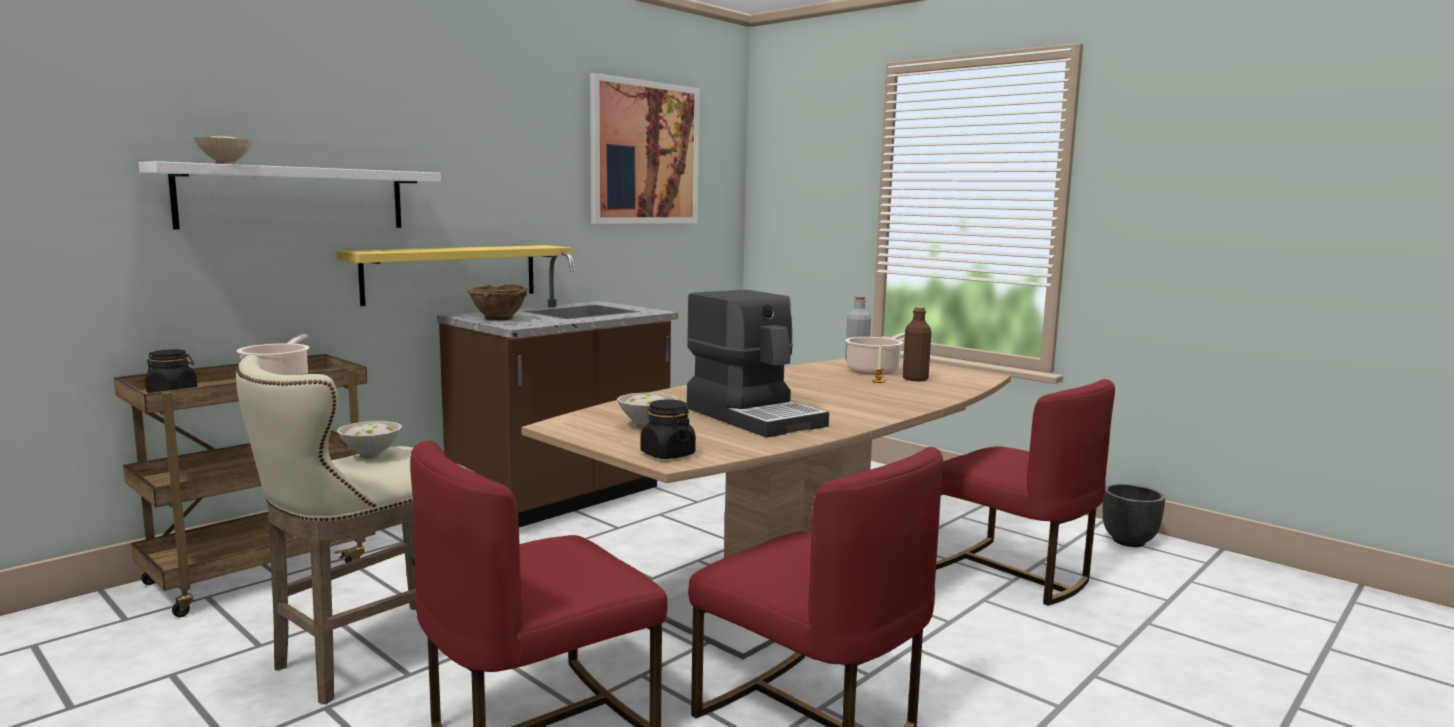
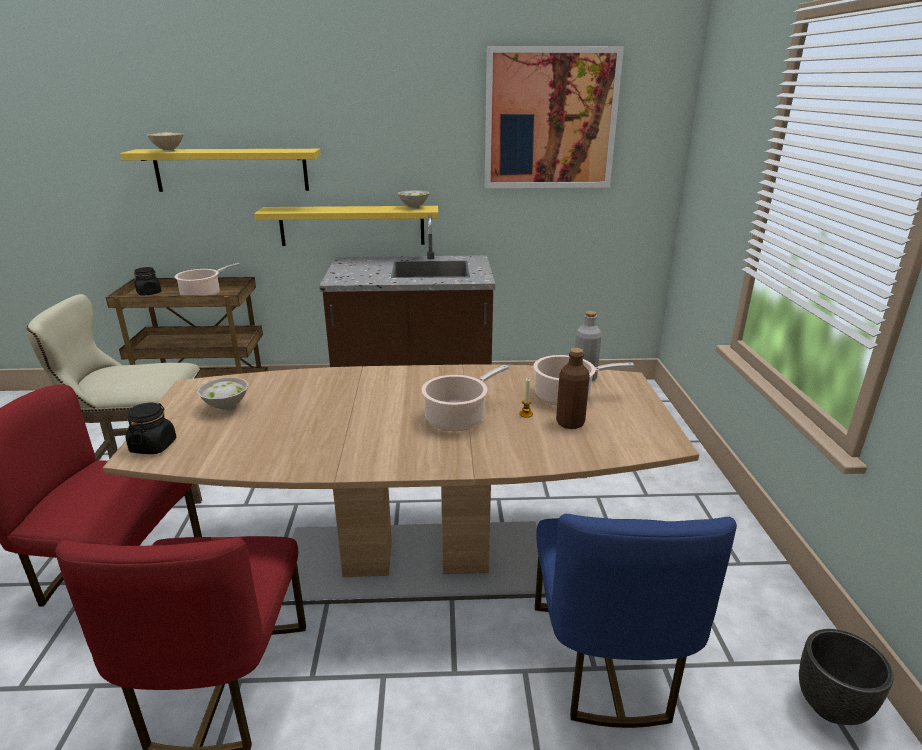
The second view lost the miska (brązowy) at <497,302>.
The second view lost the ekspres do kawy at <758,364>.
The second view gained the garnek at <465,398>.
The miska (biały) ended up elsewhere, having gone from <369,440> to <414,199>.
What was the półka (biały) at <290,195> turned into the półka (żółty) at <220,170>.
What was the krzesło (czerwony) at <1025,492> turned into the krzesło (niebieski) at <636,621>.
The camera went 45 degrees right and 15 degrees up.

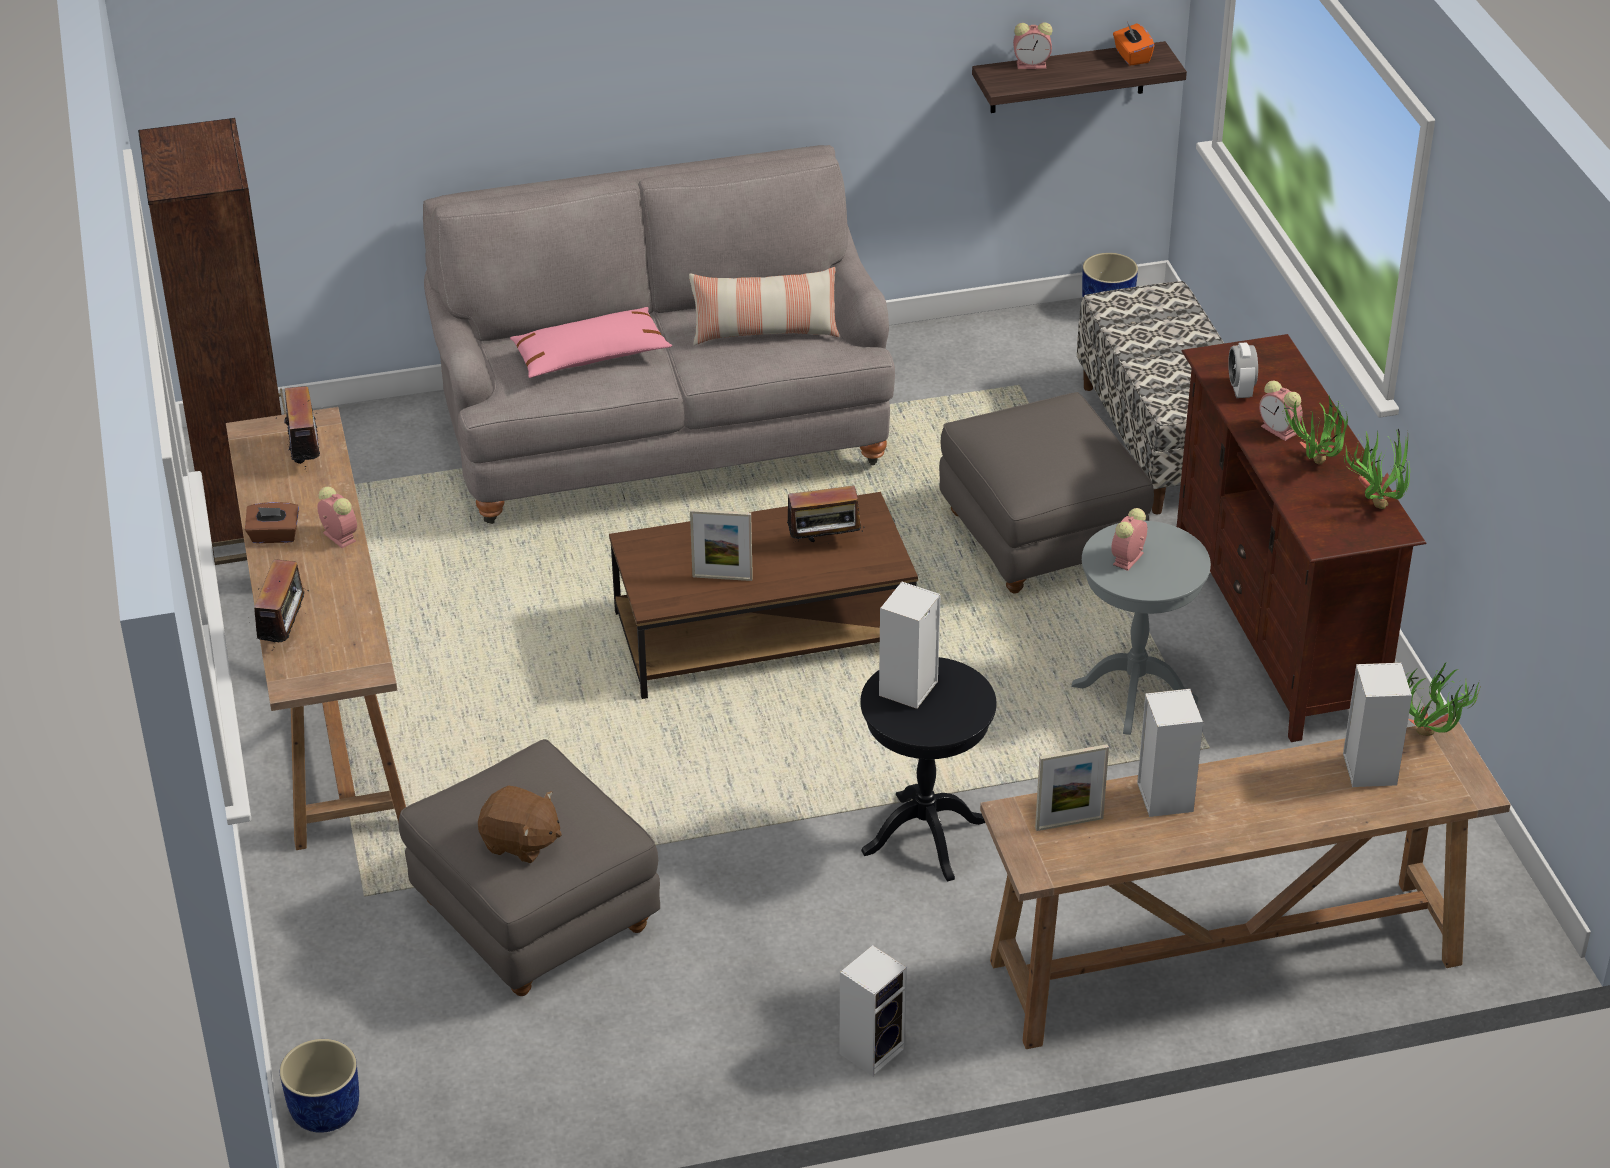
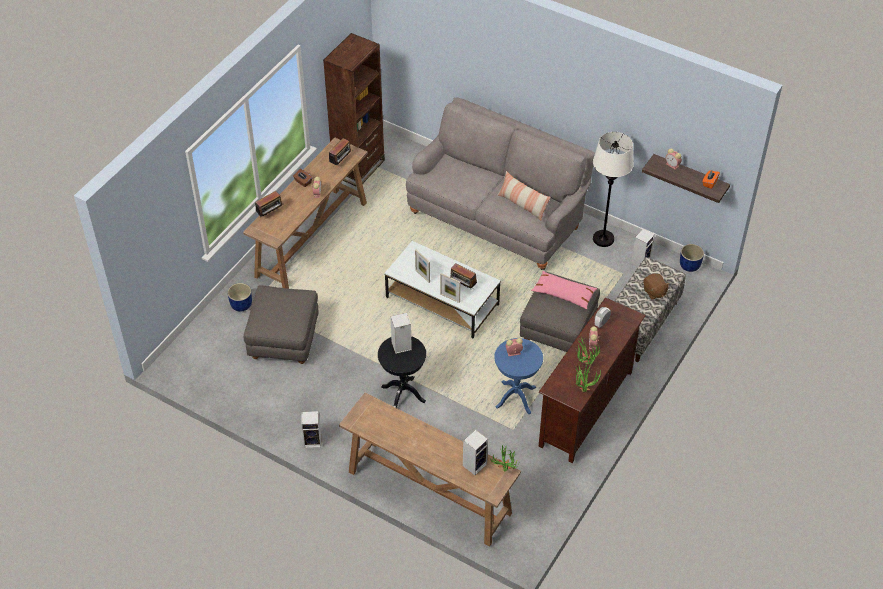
The second view gained the lampa stojąca (biały) at <613,189>.
The donica (niebieski) ended up elsewhere, having gone from <319,1086> to <240,297>.
The pluszak (brązowy) ended up elsewhere, having gone from <520,824> to <656,287>.
The poduszka (różowy) ended up elsewhere, having gone from <591,342> to <564,290>.
The ramka na zdjęcie ended up elsewhere, having gone from <1072,787> to <450,288>.
The głośnik ended up elsewhere, having gone from <1170,753> to <643,247>.
What was the ława (brązowy) at <763,595> turned into the ława (biały) at <442,289>.
What was the stolik (szary) at <1141,628> turned into the stolik (niebieski) at <518,376>.
The camera went 45 degrees right and 10 degrees up.

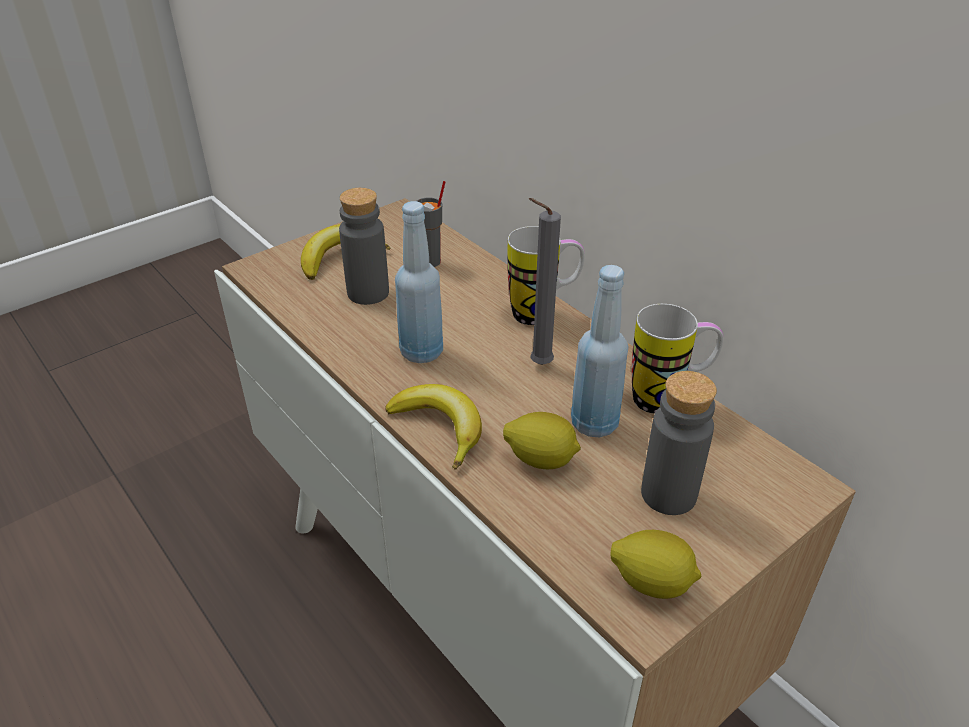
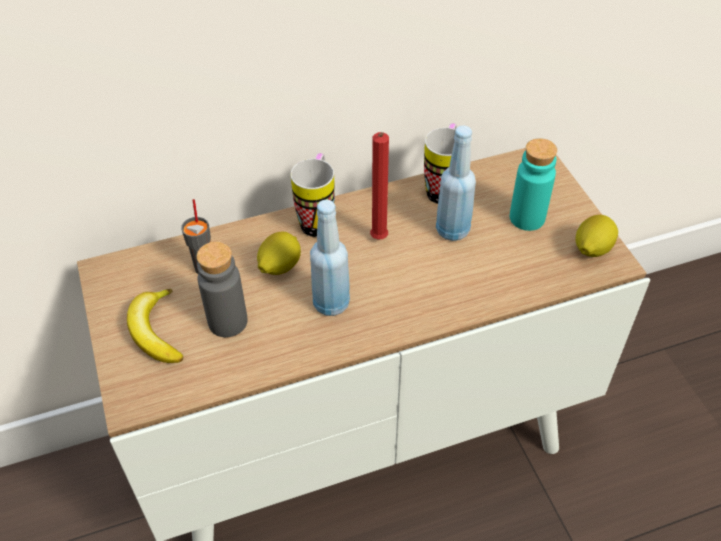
The second view lost the banan at <433,427>.
The cytryna ended up elsewhere, having gone from <542,440> to <279,253>.
What was the świeca (szary) at <545,281> turned into the świeca (czerwony) at <379,185>.
What was the butelka (szary) at <679,443> turned into the butelka (turkusowy) at <533,184>.
The camera went 70 degrees left and 10 degrees up.

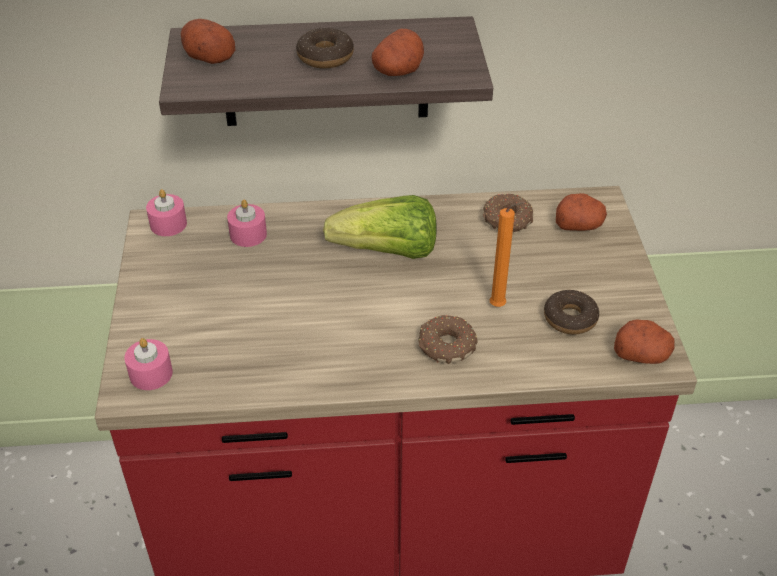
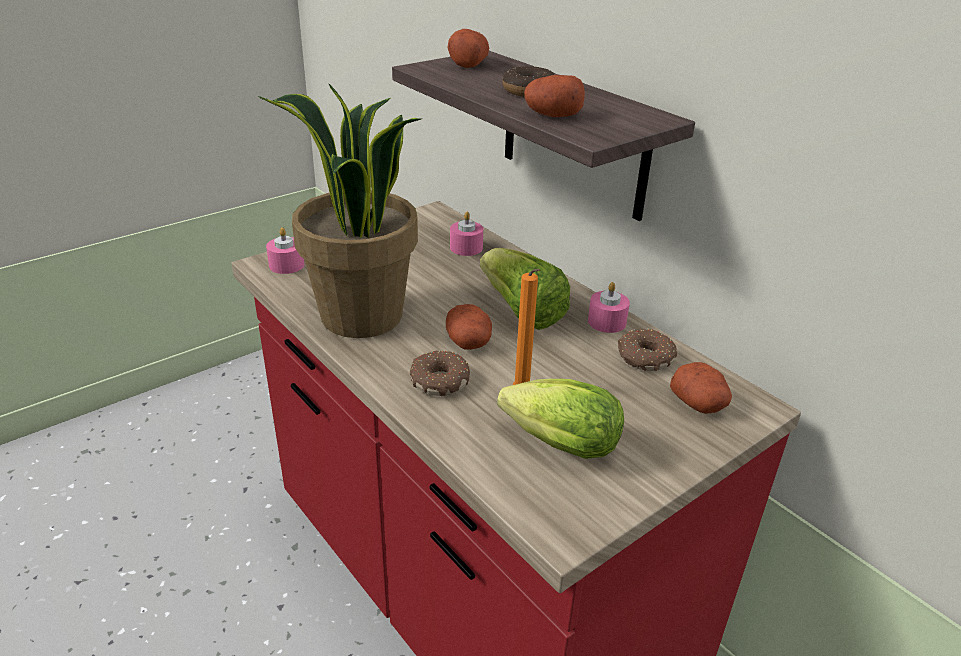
The second view gained the roślina doniczkowa at <339,210>.
The świeca (różowy) ended up elsewhere, having gone from <166,212> to <609,307>.
The ziemniak ended up elsewhere, having gone from <644,341> to <469,327>.
Where the donut stood at <571,312>, the sałata came to stand at <560,419>.
The camera went 55 degrees right and 10 degrees down.

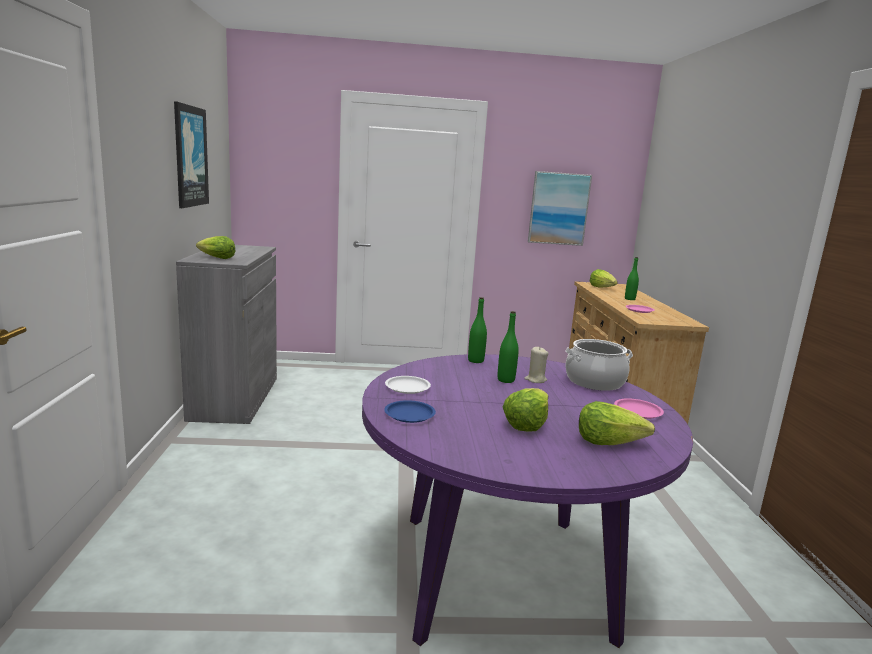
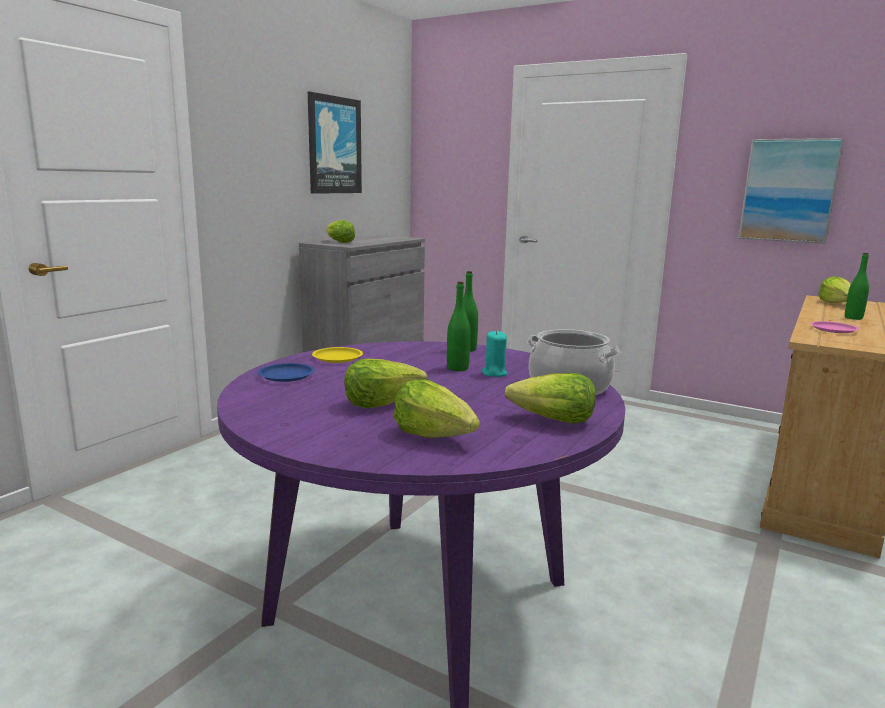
Where the talerz (różowy) stood at <639,408>, the sałata came to stand at <550,398>.
What was the talerz (biały) at <408,385> turned into the talerz (żółty) at <337,355>.
What was the świeca (beżowy) at <536,365> turned into the świeca (turkusowy) at <494,353>.
The camera went 35 degrees right and 0 degrees up.

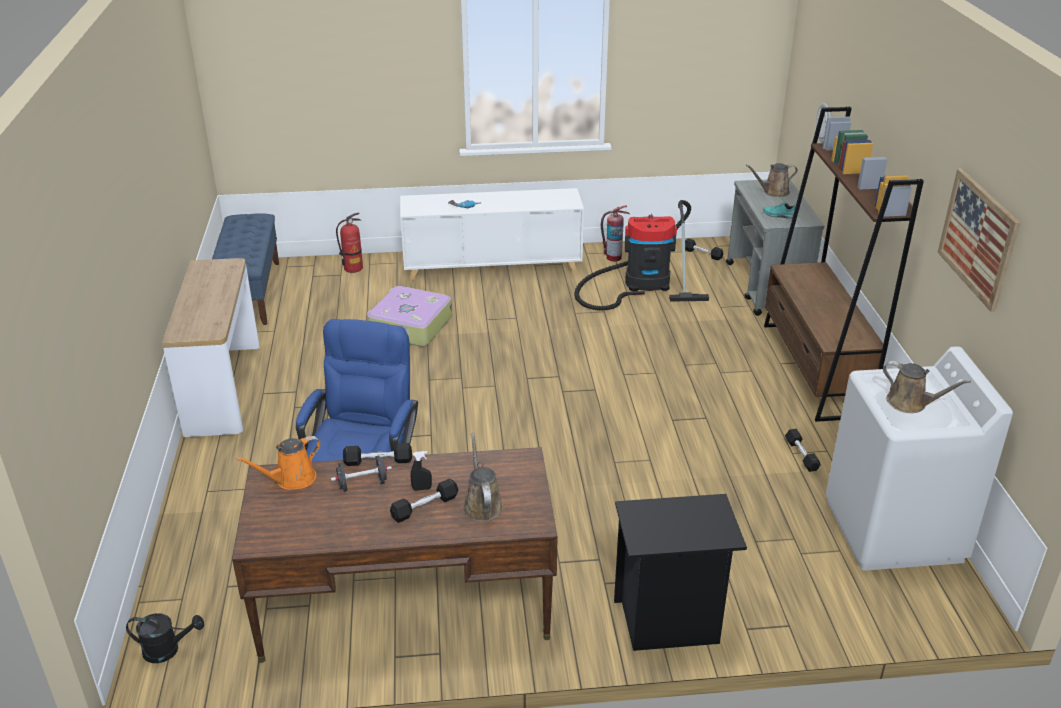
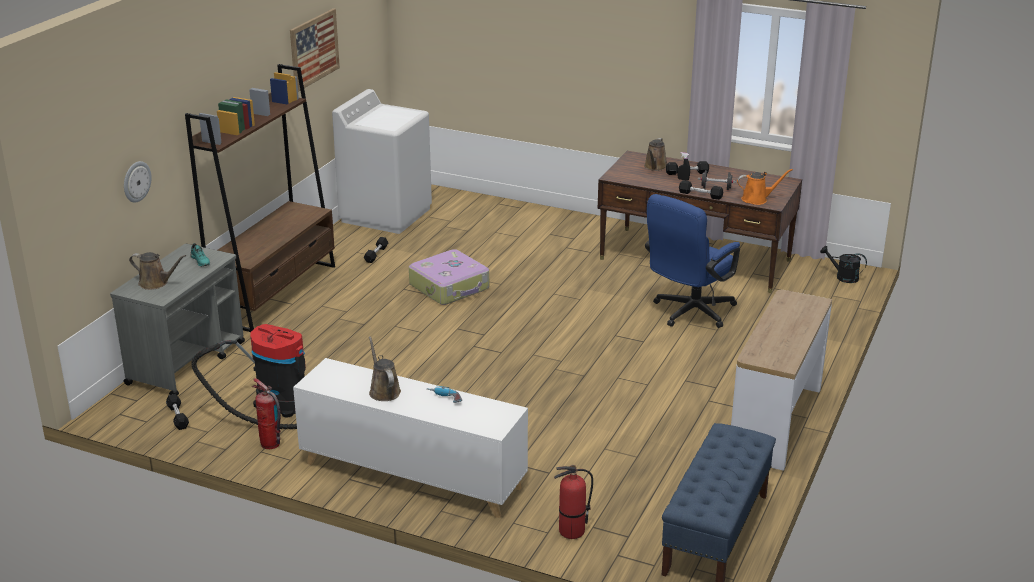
The second view lost the szafka nocna (czarny) at <680,572>.
The walizka ended up elsewhere, having gone from <409,316> to <449,277>.
The konewka (brązowy) ended up elsewhere, having gone from <927,387> to <385,368>.
The camera went 150 degrees left and 5 degrees down.

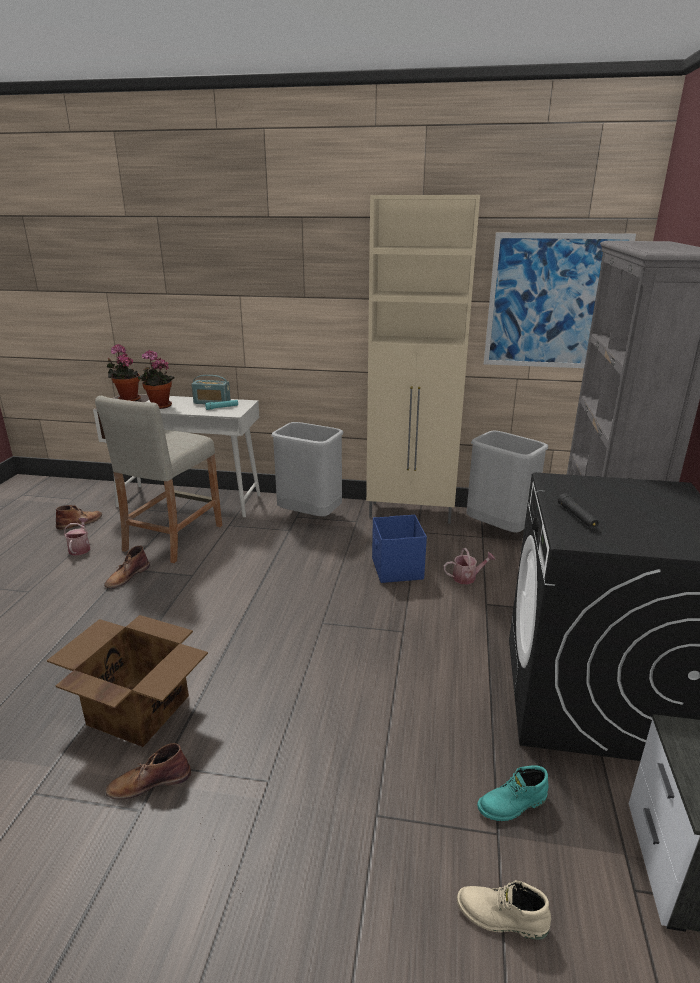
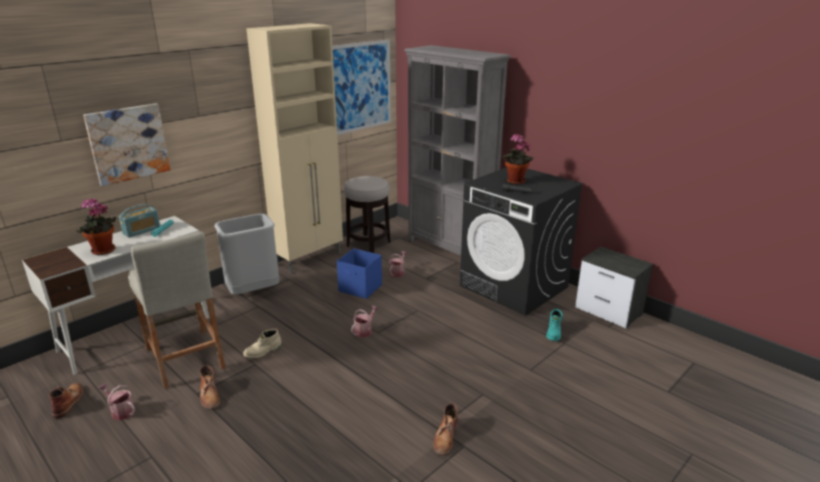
The second view lost the karton at <127,681>.
The second view gained the obraz at <127,144>.
The second view gained the konewka at <365,321>.
The roślina doniczkowa ended up elsewhere, having gone from <124,372> to <518,159>.
The but z cholewką (beżowy) ended up elsewhere, having gone from <504,910> to <262,343>.
Where the kosz na śmieci (szary) stood at <507,482>, the stołek came to stand at <367,214>.
The camera went 55 degrees left and 0 degrees up.

